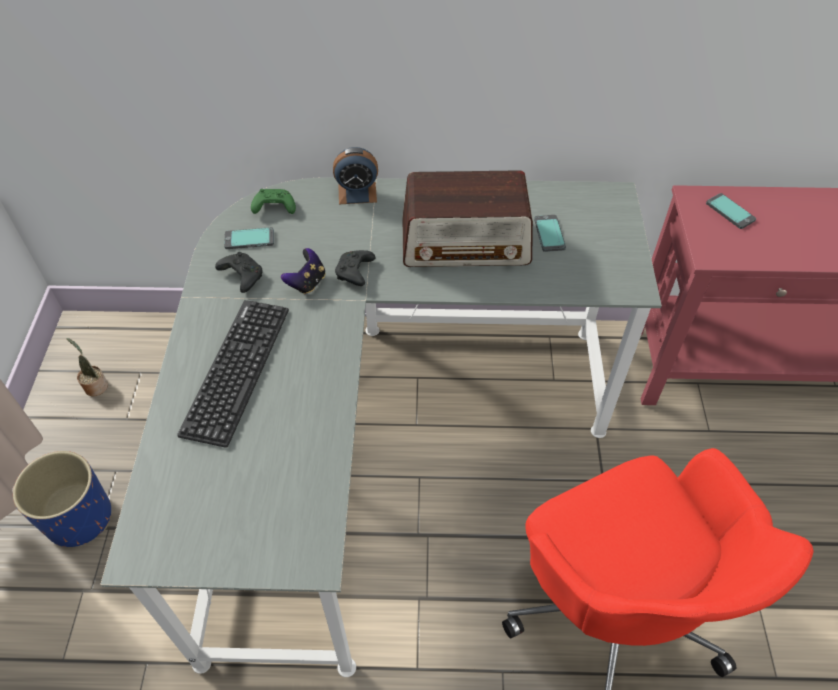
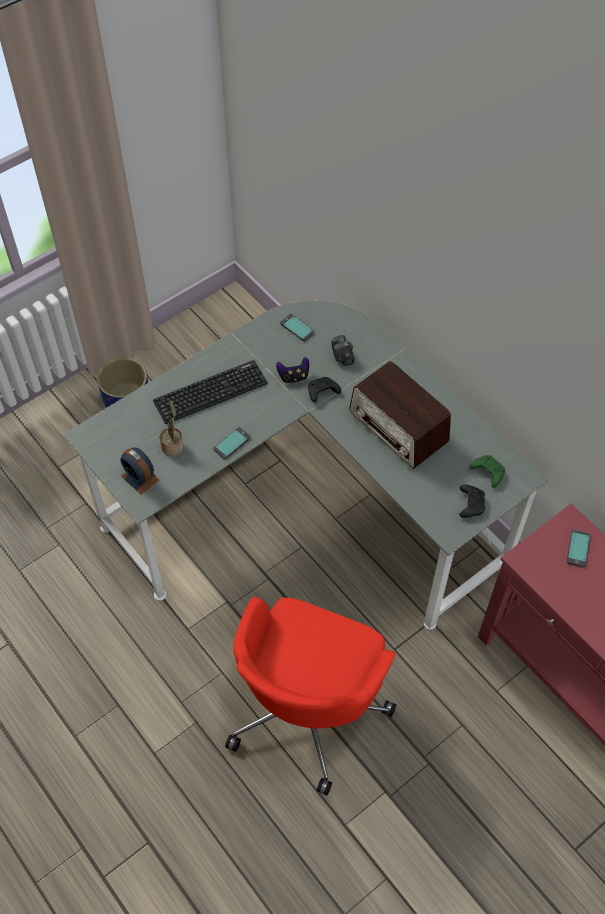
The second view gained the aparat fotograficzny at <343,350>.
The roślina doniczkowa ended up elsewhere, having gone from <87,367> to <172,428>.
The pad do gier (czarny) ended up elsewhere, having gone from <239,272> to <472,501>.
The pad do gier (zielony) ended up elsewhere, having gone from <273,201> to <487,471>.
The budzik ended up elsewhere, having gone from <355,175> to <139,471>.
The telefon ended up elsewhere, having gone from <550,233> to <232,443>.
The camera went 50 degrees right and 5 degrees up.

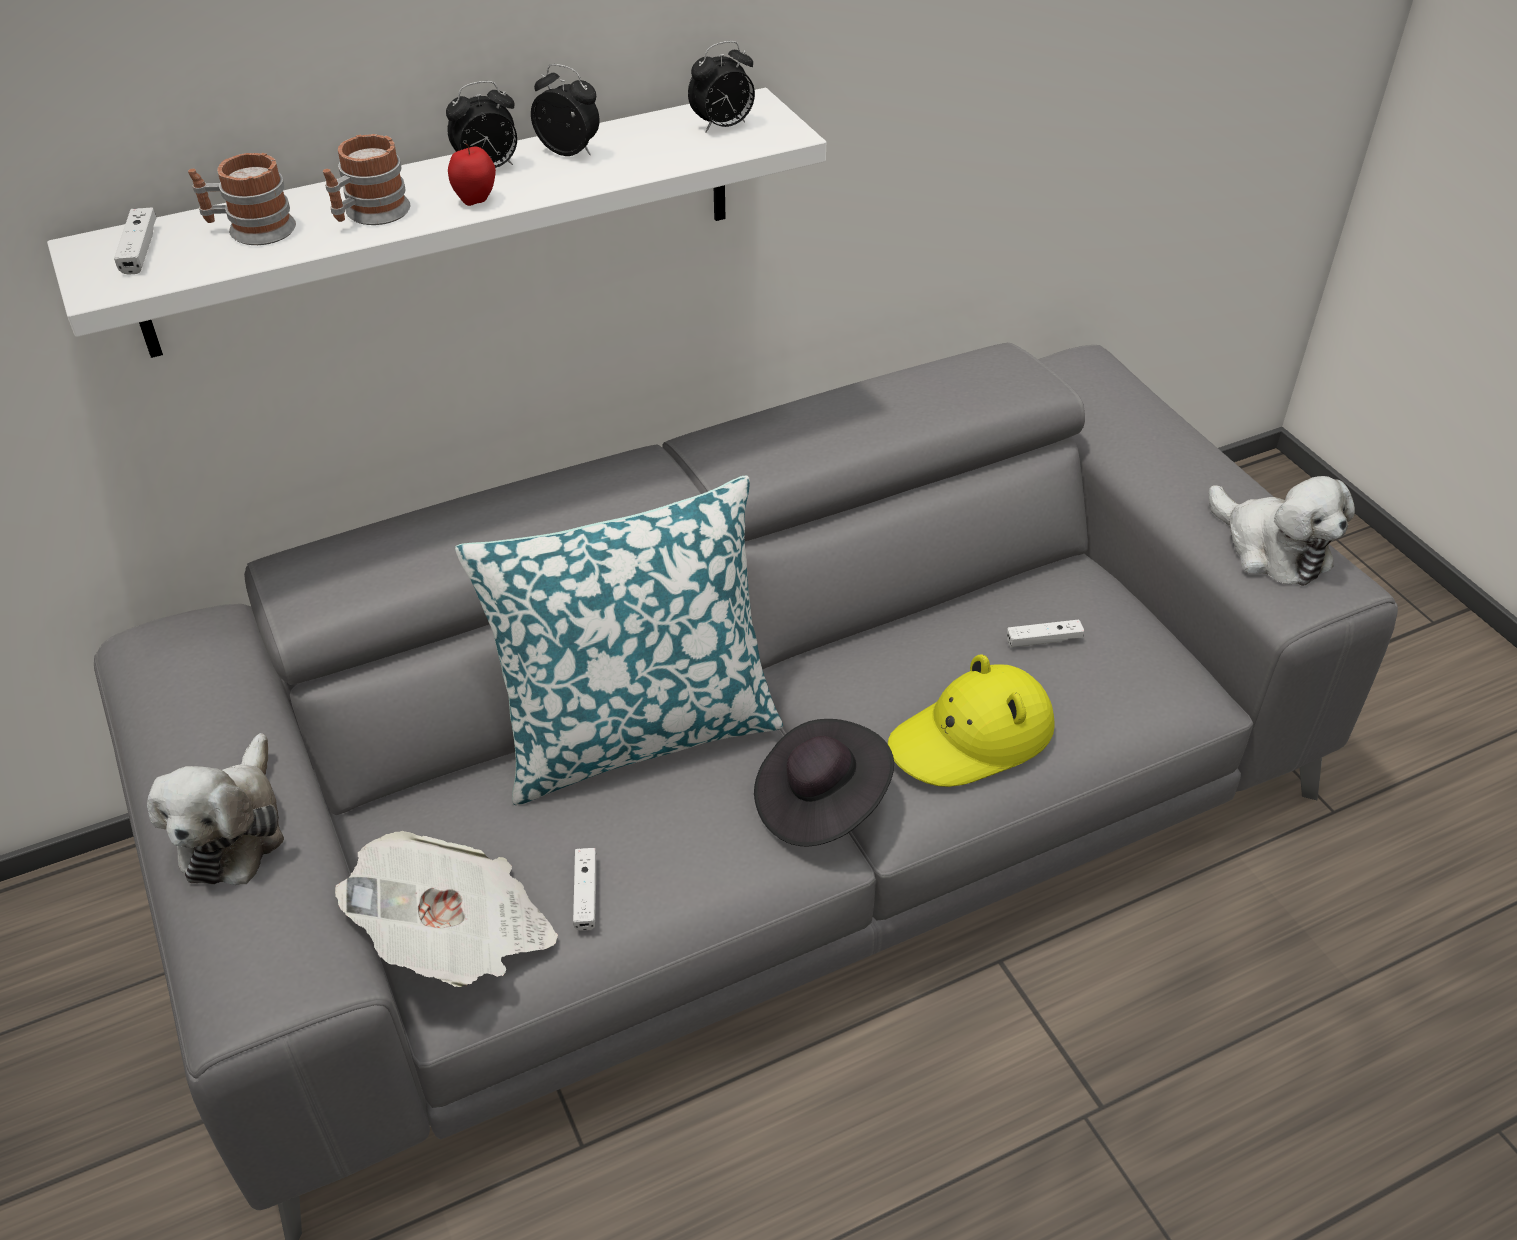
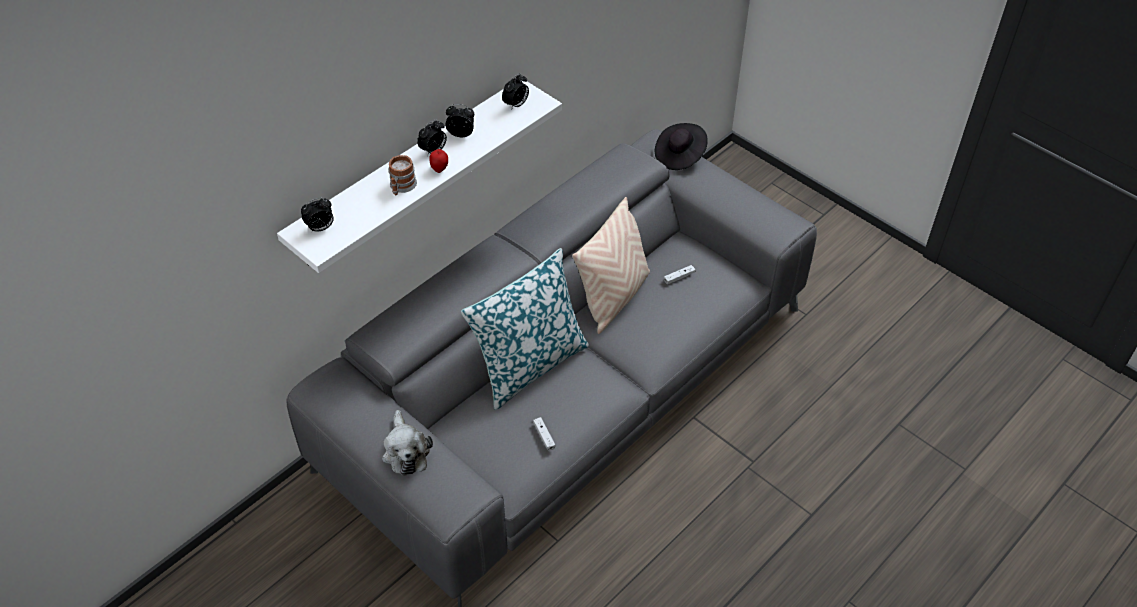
The second view lost the kubek at <242,199>.
The second view lost the gazeta at <446,909>.
The second view lost the kapelusz (żółty) at <971,721>.
The second view lost the pluszak at <1281,531>.
The second view gained the poduszka (beżowy) at <611,265>.
The kapelusz (czarny) ended up elsewhere, having gone from <824,783> to <681,146>.
Where the pad do gier (biały) stood at <135,241>, the budzik came to stand at <317,215>.
The camera went 20 degrees left and 5 degrees up.

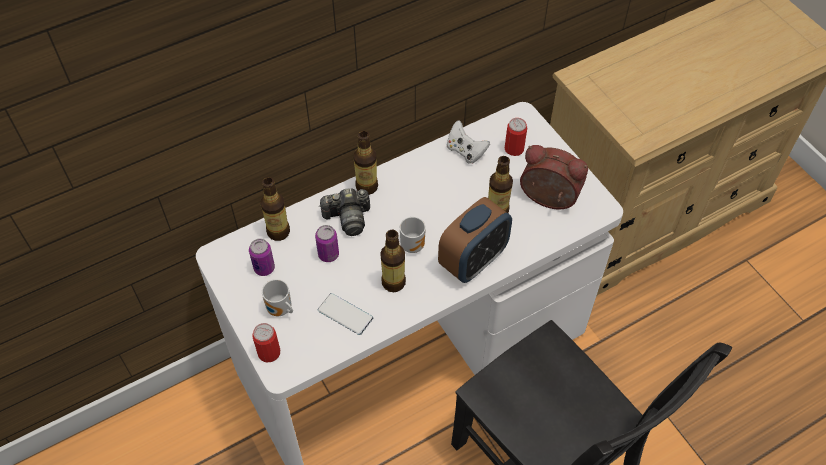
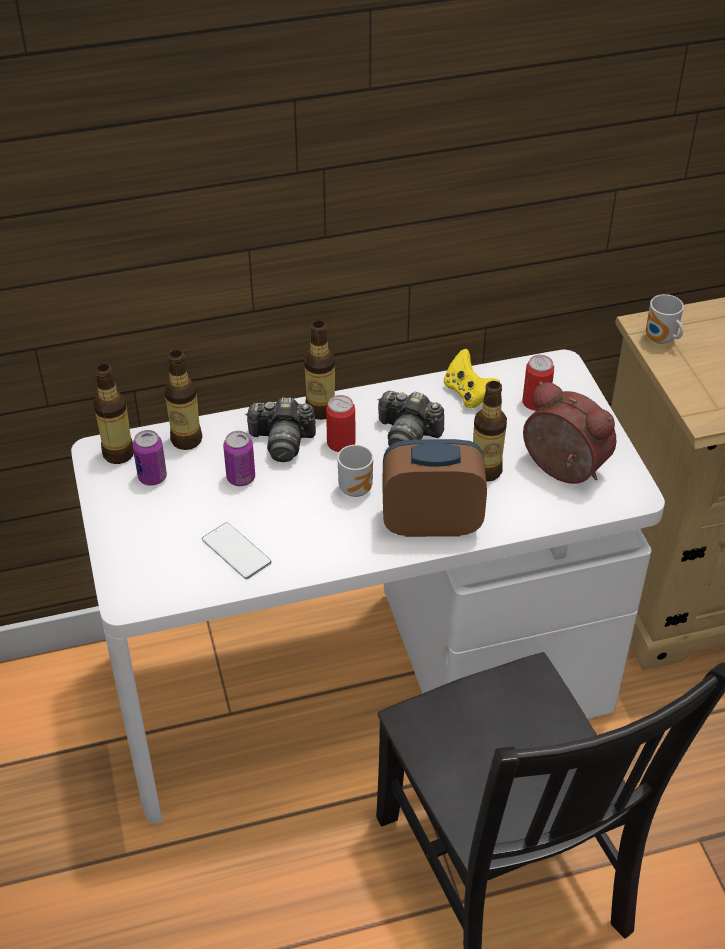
The second view gained the aparat fotograficzny at <410,418>.
The puszka ended up elsewhere, having gone from <266,342> to <341,423>.
The kubek ended up elsewhere, having gone from <277,297> to <665,319>.
The butelka ended up elsewhere, having gone from <393,261> to <113,414>.
What was the pad do gier (biały) at <468,142> turned into the pad do gier (żółty) at <472,378>.
The budzik at <475,240> ended up facing another way, 150 degrees counterclockwise from before.
The camera went 15 degrees right and 10 degrees down.

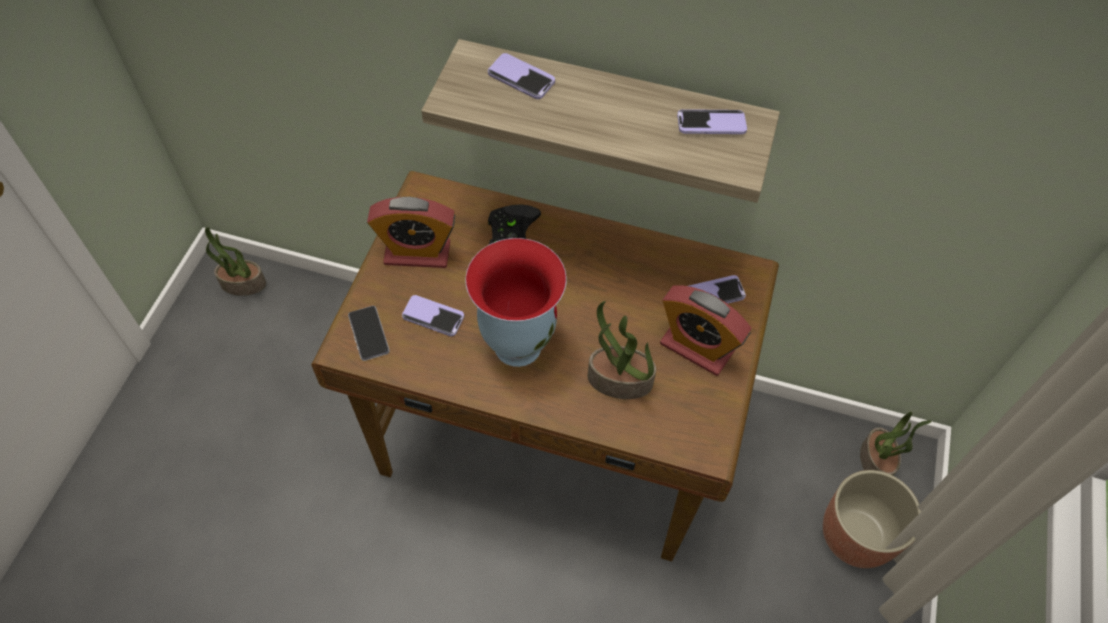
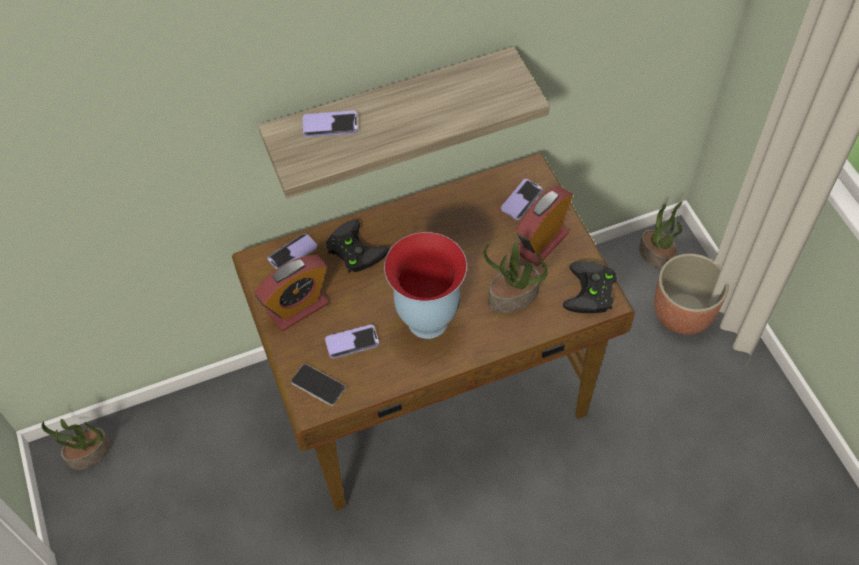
The second view gained the pad do gier (czarny) at <590,287>.
The telefon ended up elsewhere, having gone from <712,121> to <292,251>.
The budzik at <705,330> ended up facing another way, 135 degrees clockwise from before.
The camera went 35 degrees left and 0 degrees up.

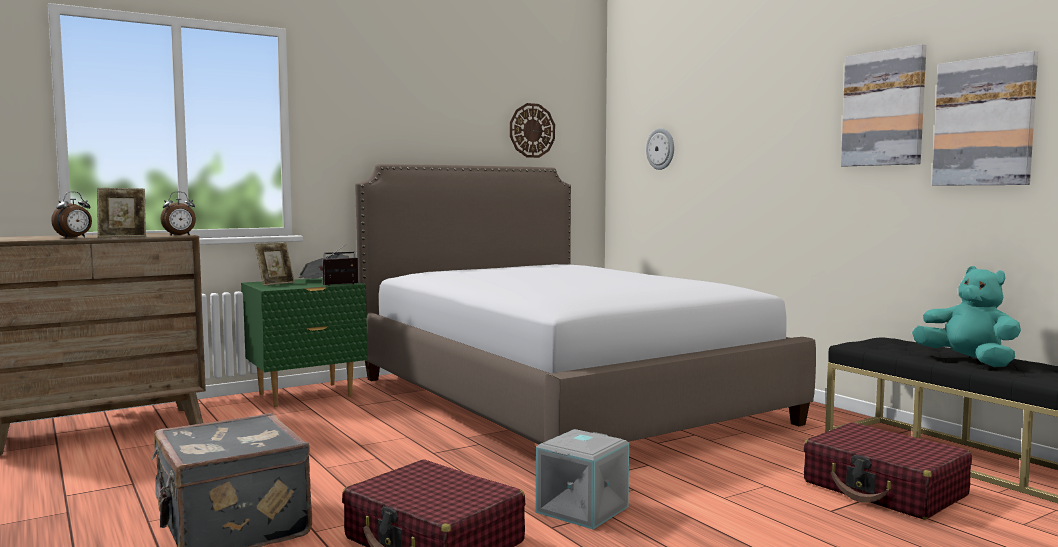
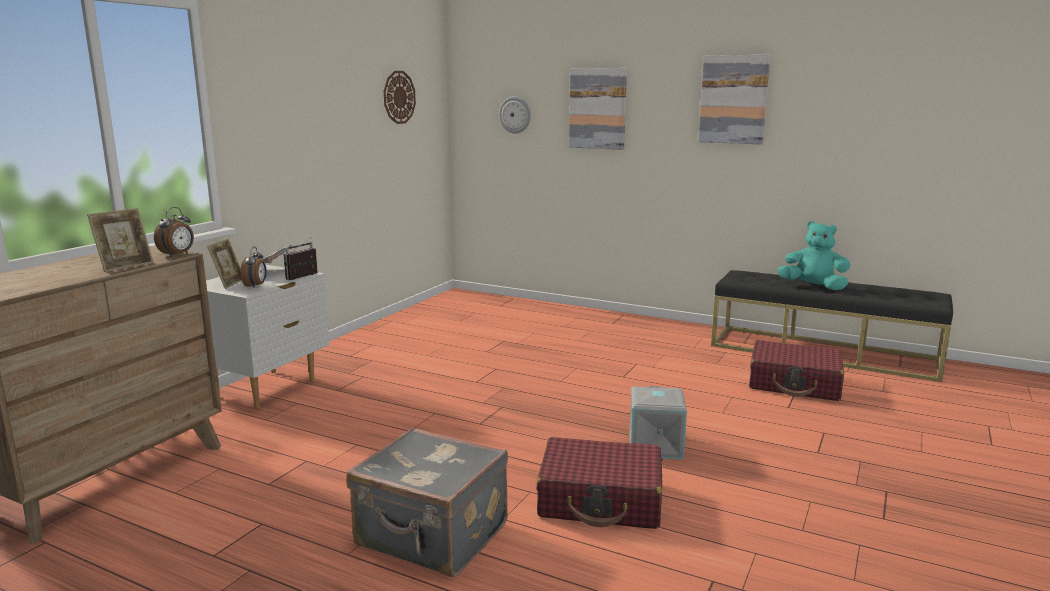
The second view lost the łóżko at <585,304>.
The budzik ended up elsewhere, having gone from <71,214> to <253,267>.
The obraz ended up elsewhere, having gone from <985,118> to <598,109>.
What was the szafka nocna (zielony) at <304,342> turned into the szafka nocna (biały) at <267,336>.
The camera went 30 degrees left and 10 degrees up.

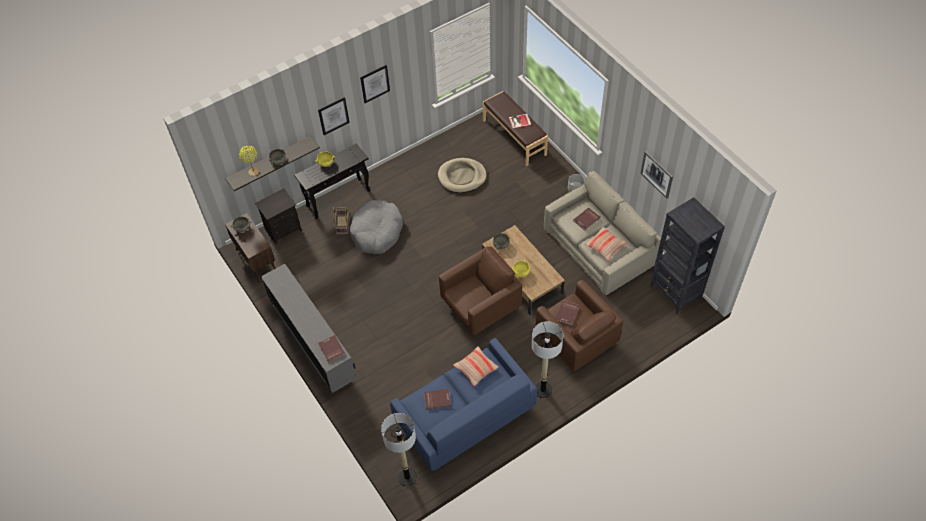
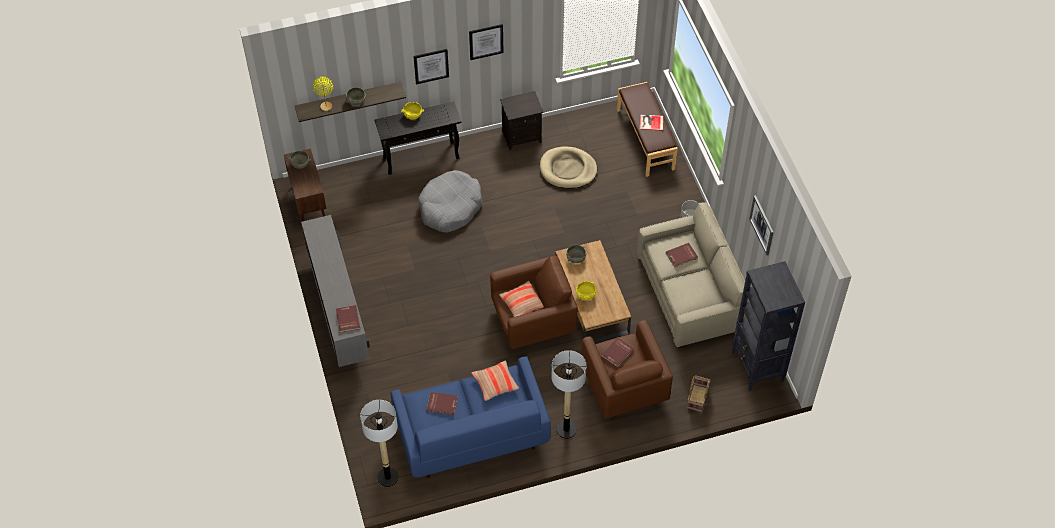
The szafka nocna (czarny) ended up elsewhere, having gone from <278,216> to <522,120>.
The koszyk ended up elsewhere, having gone from <341,220> to <699,394>.
The poduszka ended up elsewhere, having gone from <605,244> to <521,299>.
The camera went 15 degrees right and 0 degrees up.

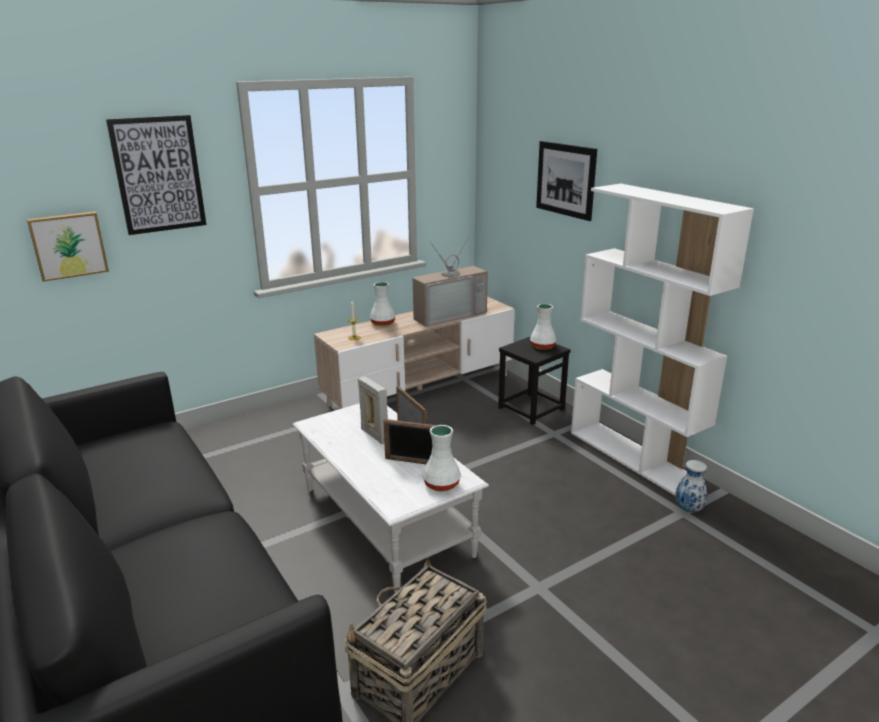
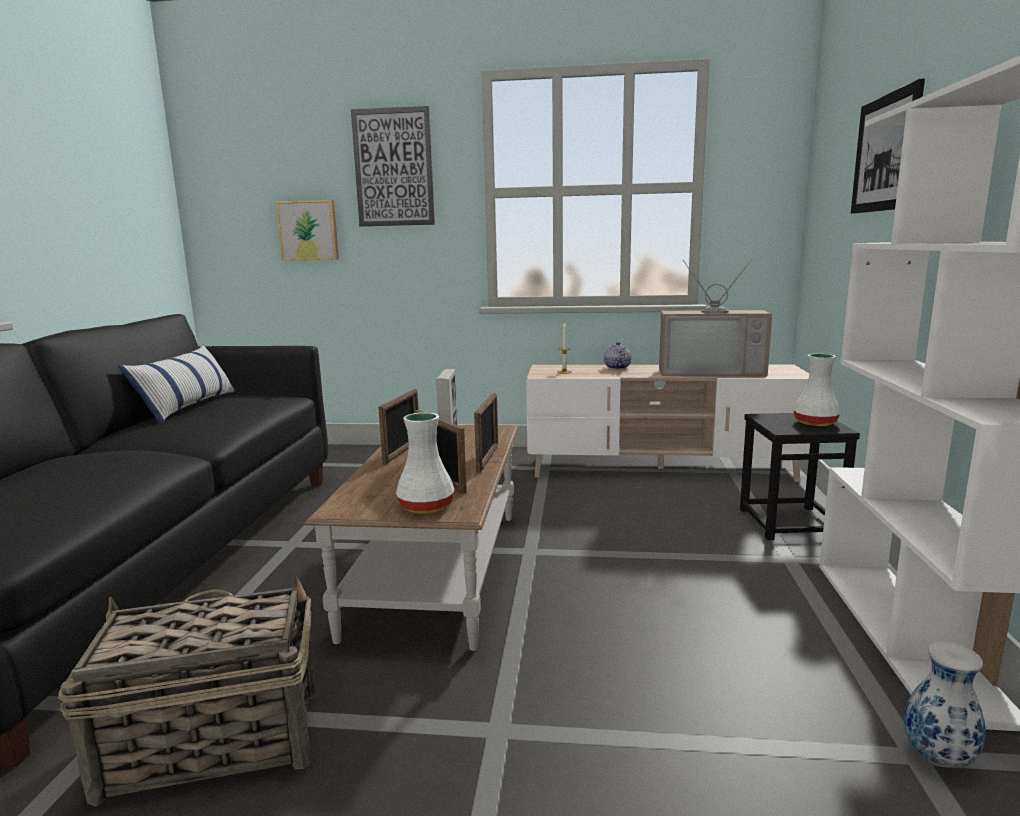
The second view gained the poduszka at <177,384>.
The second view gained the ramka na zdjęcie at <398,427>.
Where the wazon (biały) stood at <382,304>, the imbryk came to stand at <617,355>.
What was the ława (biały) at <391,498> turned into the ława (brązowy) at <411,538>.
The camera went 40 degrees right and 10 degrees down.

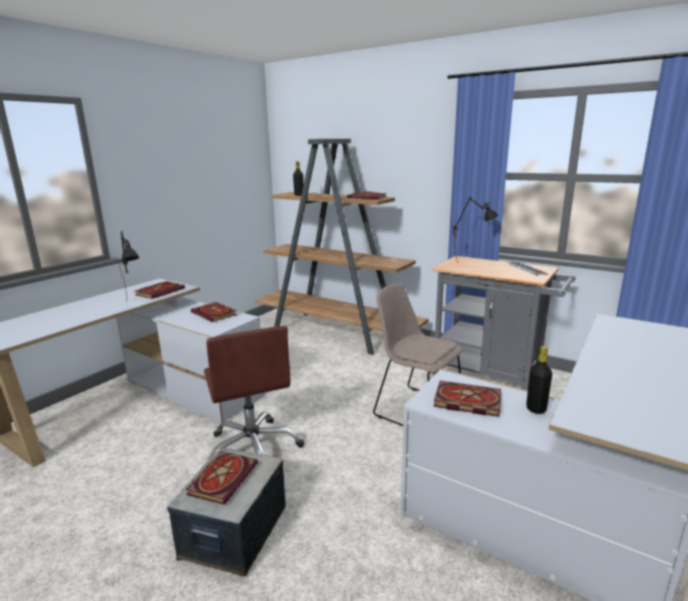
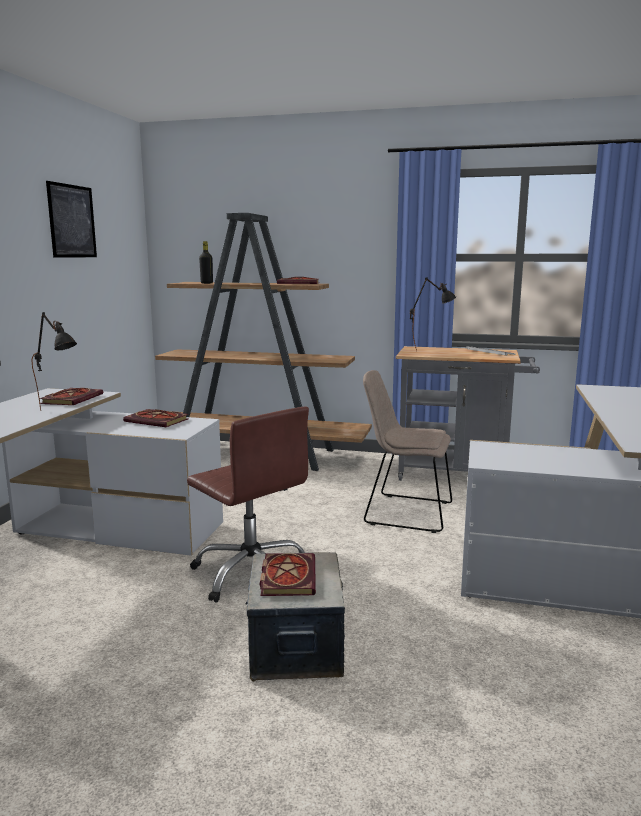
The second view lost the książka at <467,399>.
The second view lost the butelka (czarny) at <539,380>.
The second view gained the obraz at <71,219>.
The camera went 20 degrees left and 5 degrees down.

